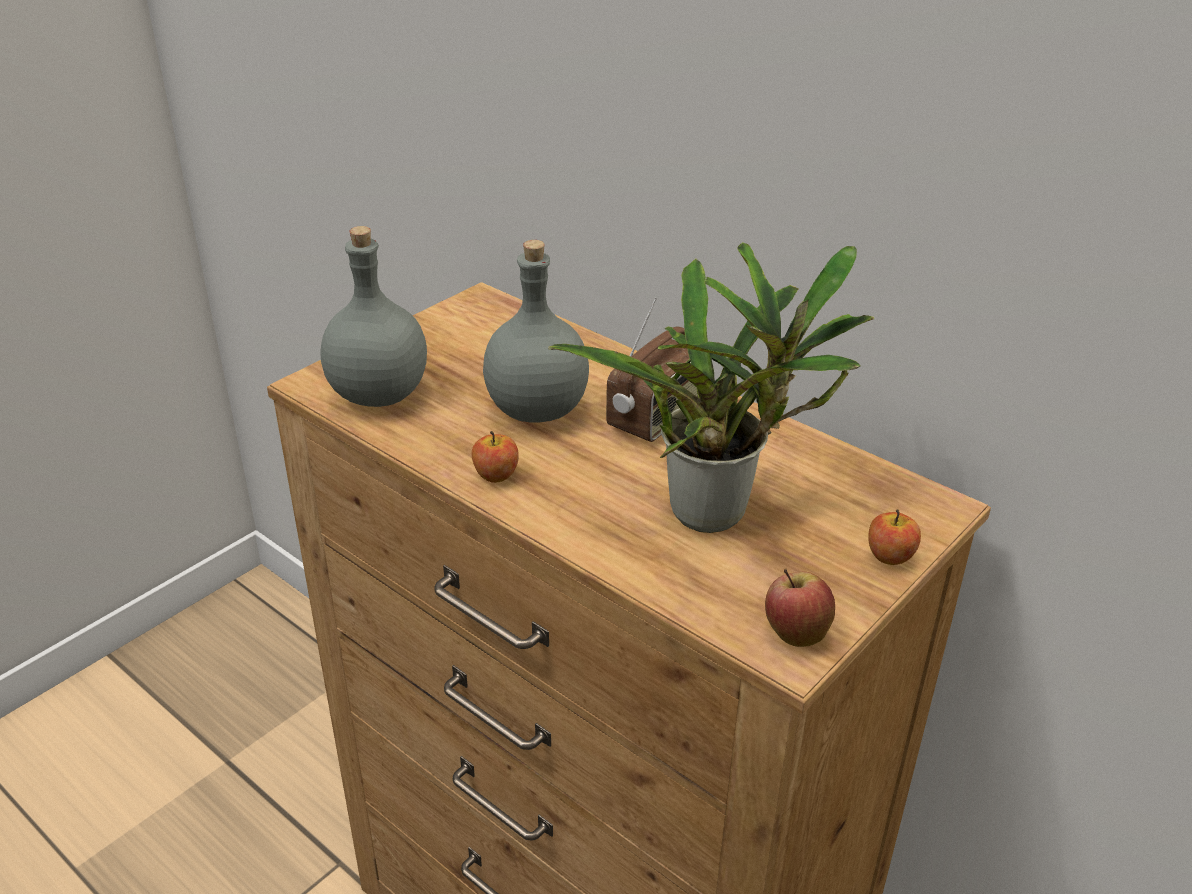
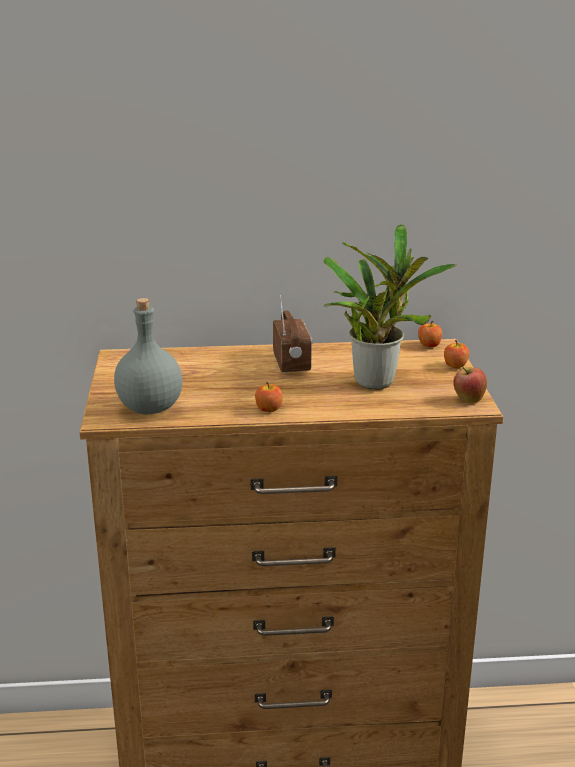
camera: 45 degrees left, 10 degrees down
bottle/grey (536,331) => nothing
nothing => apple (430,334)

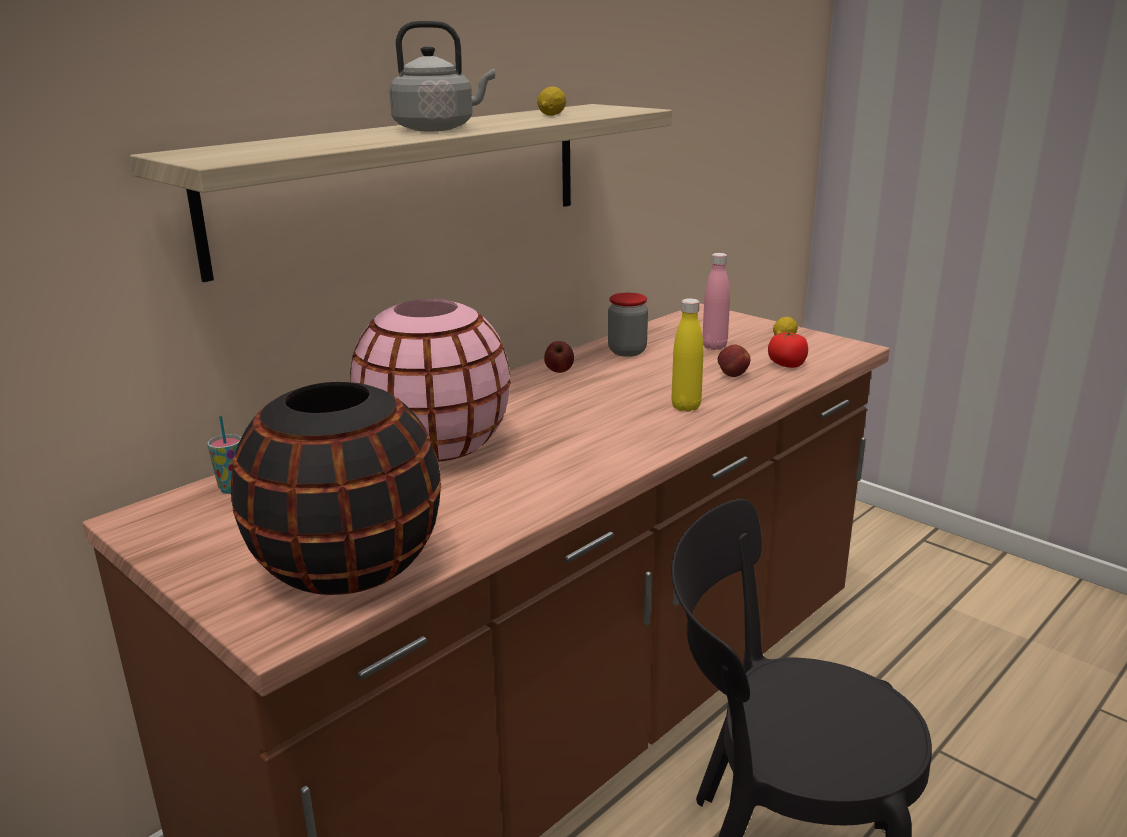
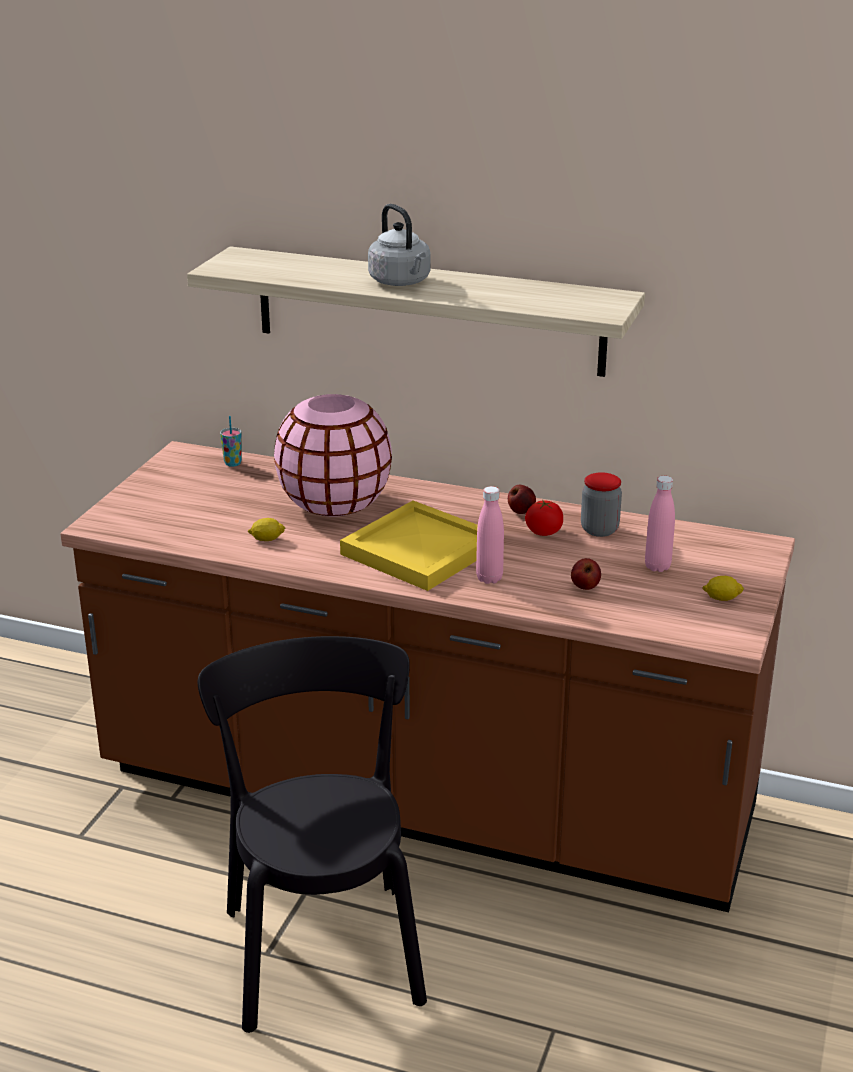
camera: 65 degrees right, 5 degrees up
lemon (552,101) => lemon (266,529), move
bottle/yellow (688,355) => bottle/pink (490,535)
tomato (788,350) => tomato (544,518), move
vase/black (336,488) => nothing
nothing => tray/yellow (409,546)

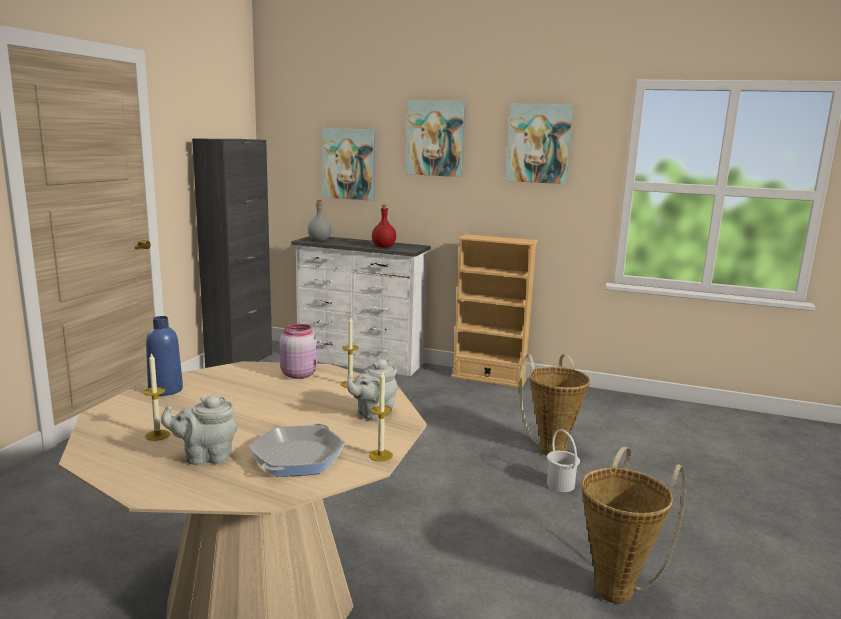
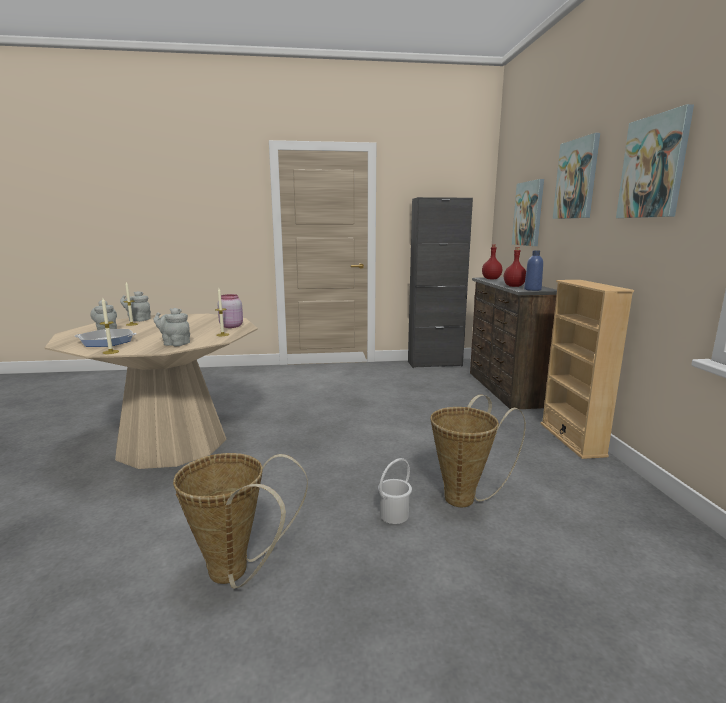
camera: 65 degrees right, 0 degrees up
bottle/grey (319,220) => bottle/red (492,262)
dresser/white (361,306) => dresser/brown (513,343)
bottle/blue (164,356) => bottle/blue (533,270), move
nothing => teapot/grey (135,306)

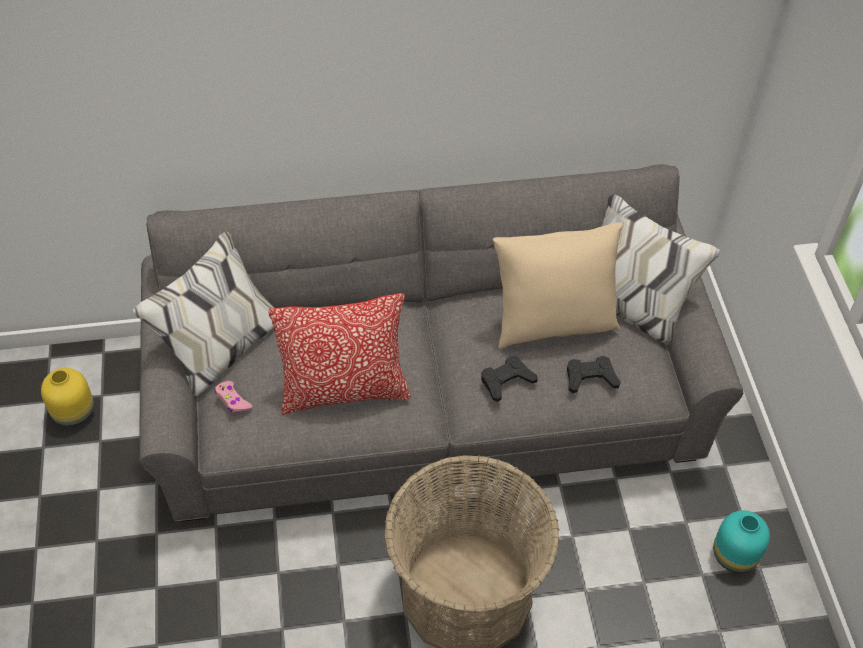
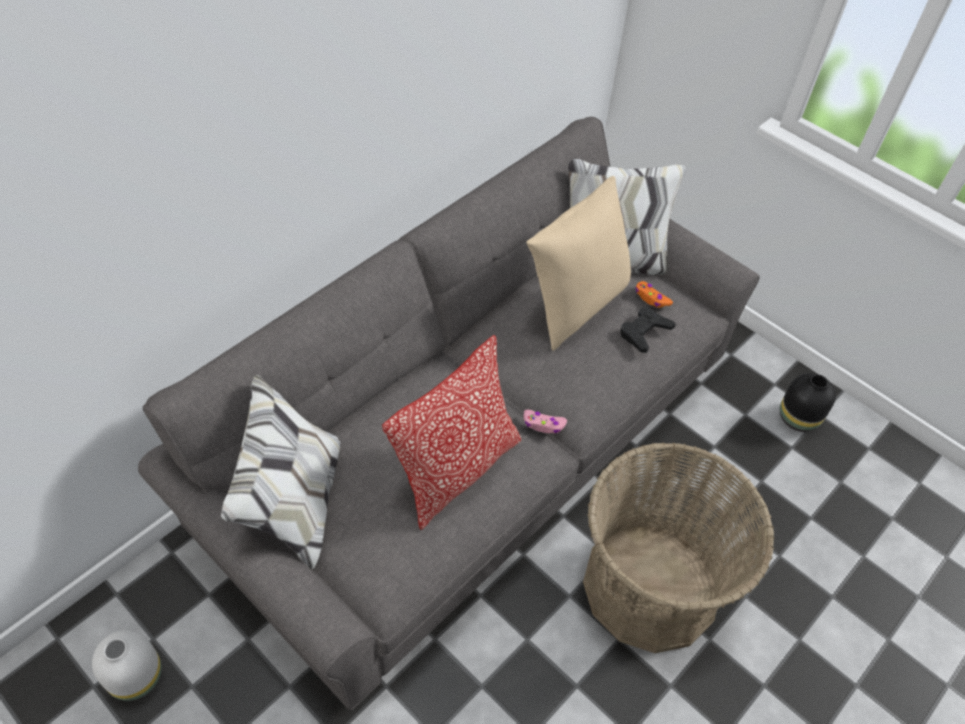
camera: 40 degrees left, 0 degrees up
game controller/black (509,379) => nothing
vase/yellow (67,397) => vase/white (127,665)
game controller/pink (233,397) => game controller/pink (545,421), move
vase/turquoise (741,541) => vase/black (808,402)
nothing => game controller/orange (654,294)

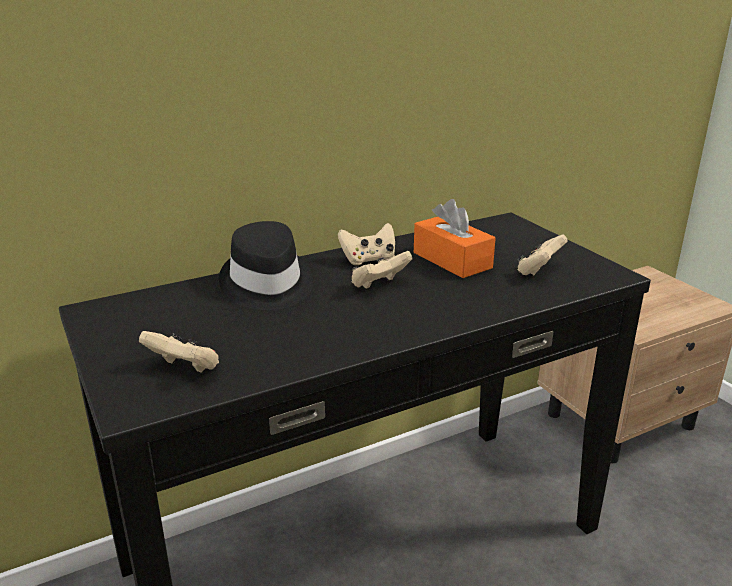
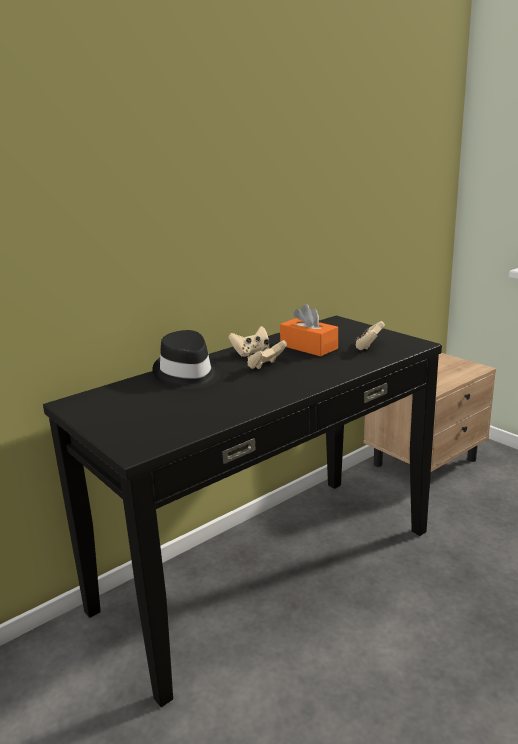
camera: 10 degrees left, 5 degrees down
game controller/beige (179,352) => nothing

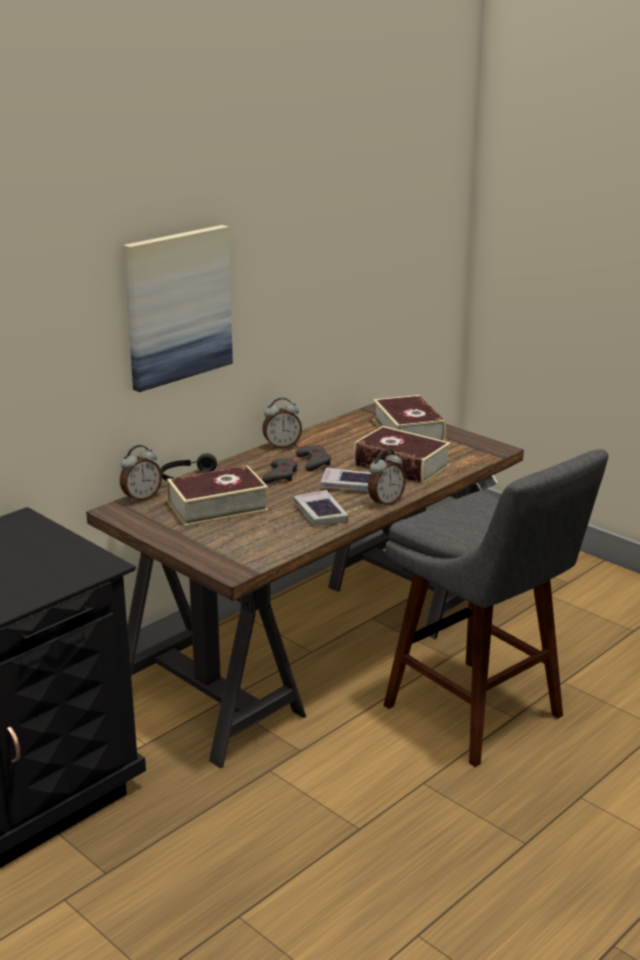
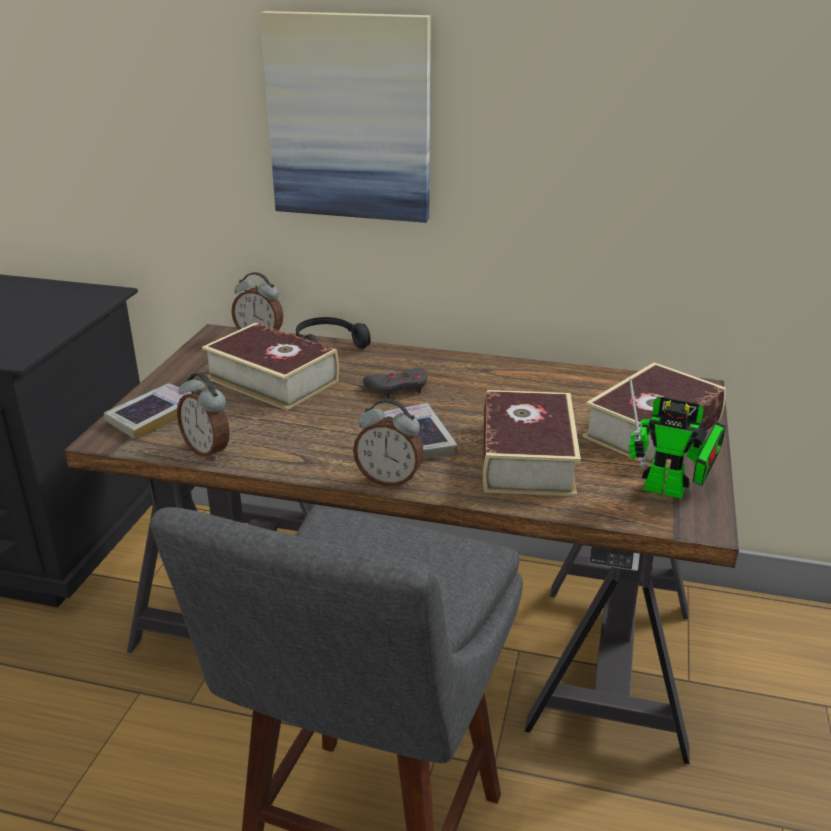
camera: 60 degrees right, 5 degrees up
alarm clock (282,423) => alarm clock (203,416), move
game controller/grey (313,458) => nothing
book (321,508) => book (147,411), move
nothing => toy robot (677,439)

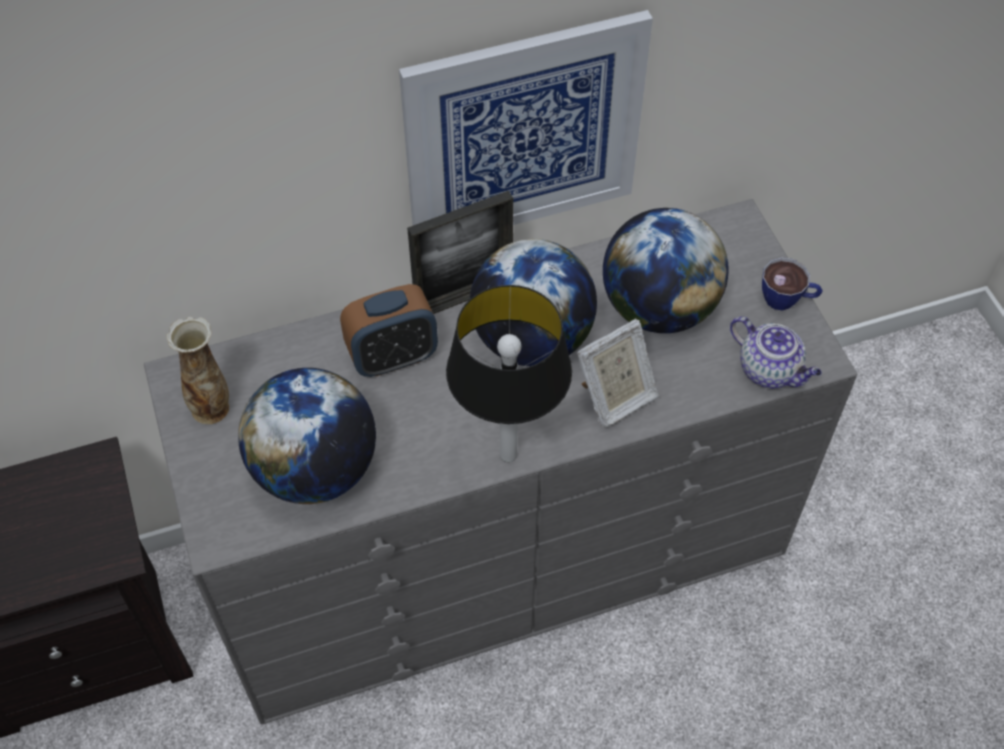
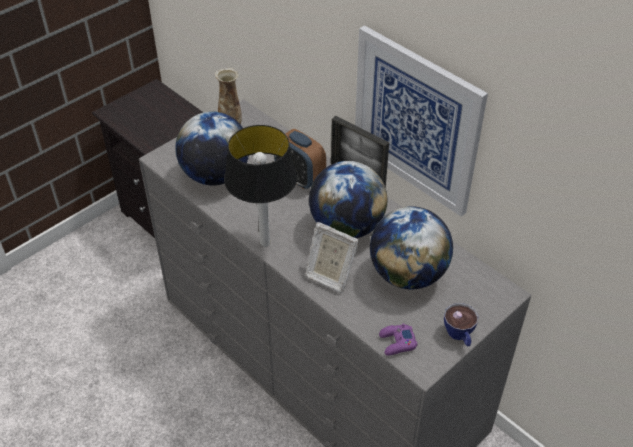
camera: 65 degrees right, 10 degrees down
teapot (776,352) => game controller/purple (398,339)

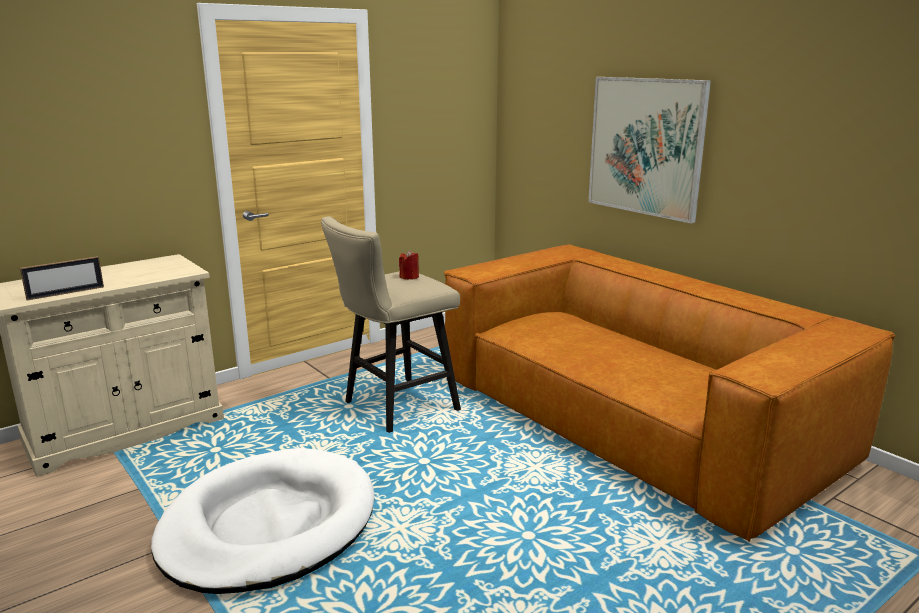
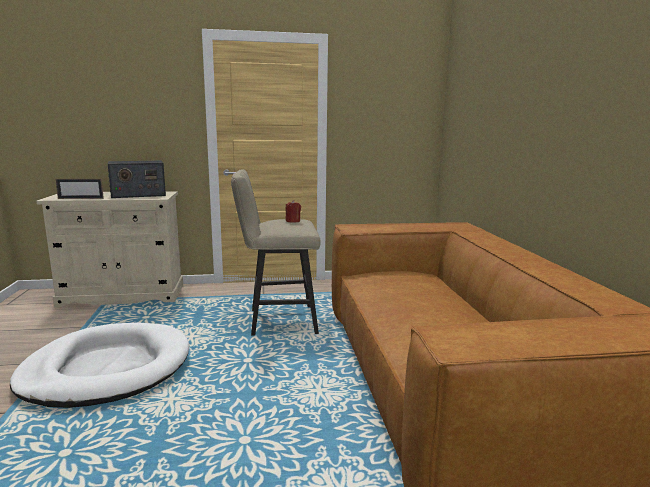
camera: 30 degrees right, 5 degrees down
picture (649,150) => nothing
nothing => radio (137,179)

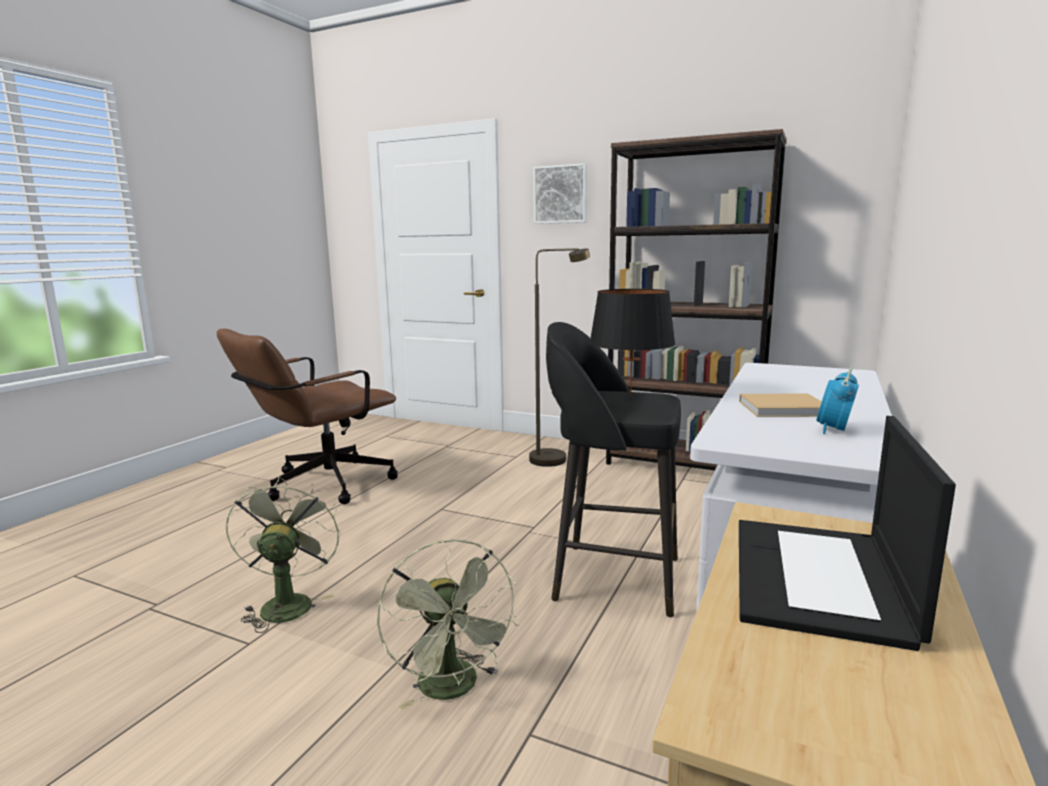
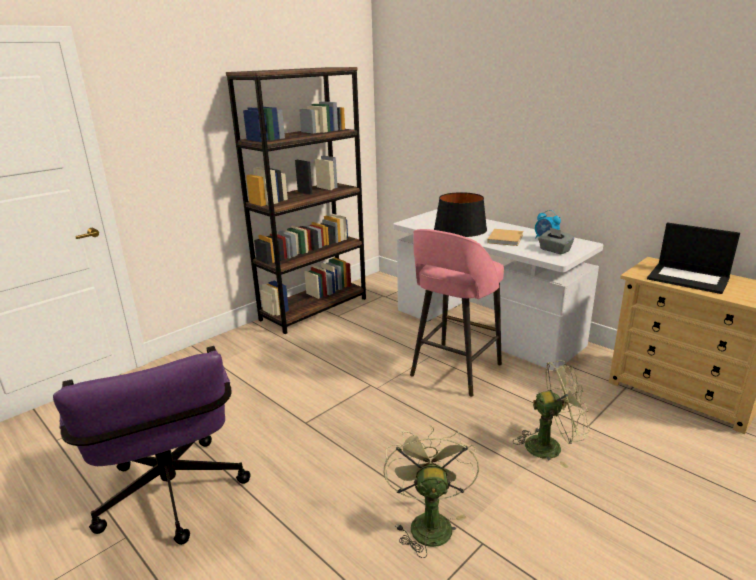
camera: 70 degrees left, 10 degrees up
picture (560,193) => nothing
floor lamp/brown (559,357) => nothing
stool/black (613,469) => stool/pink (457,313)
office chair/brown (307,416) => office chair/purple (152,445)
fan/green (283,555) => fan/green (431,491), 75 degrees clockwise
nothing => tissue box/grey (556,240)

